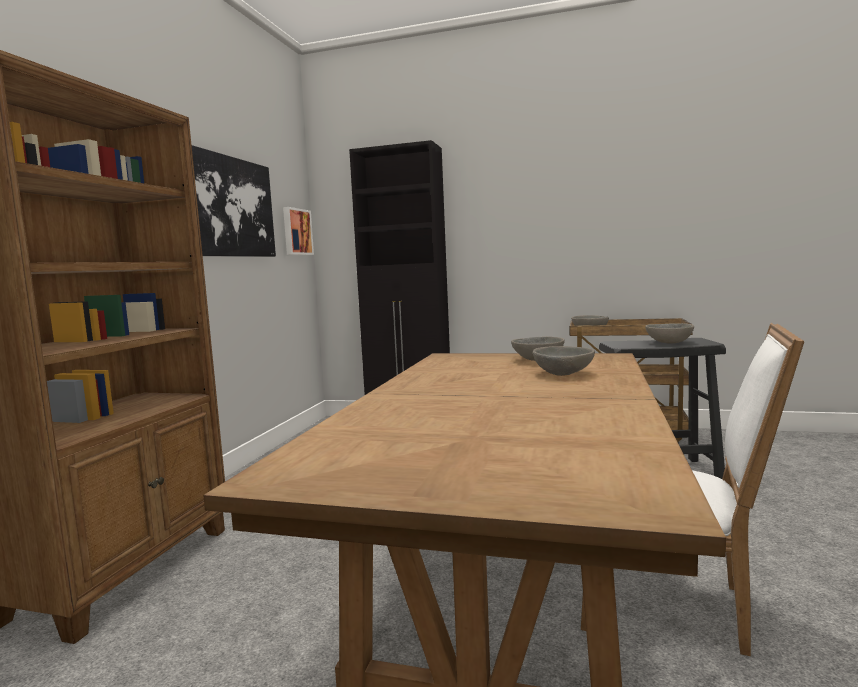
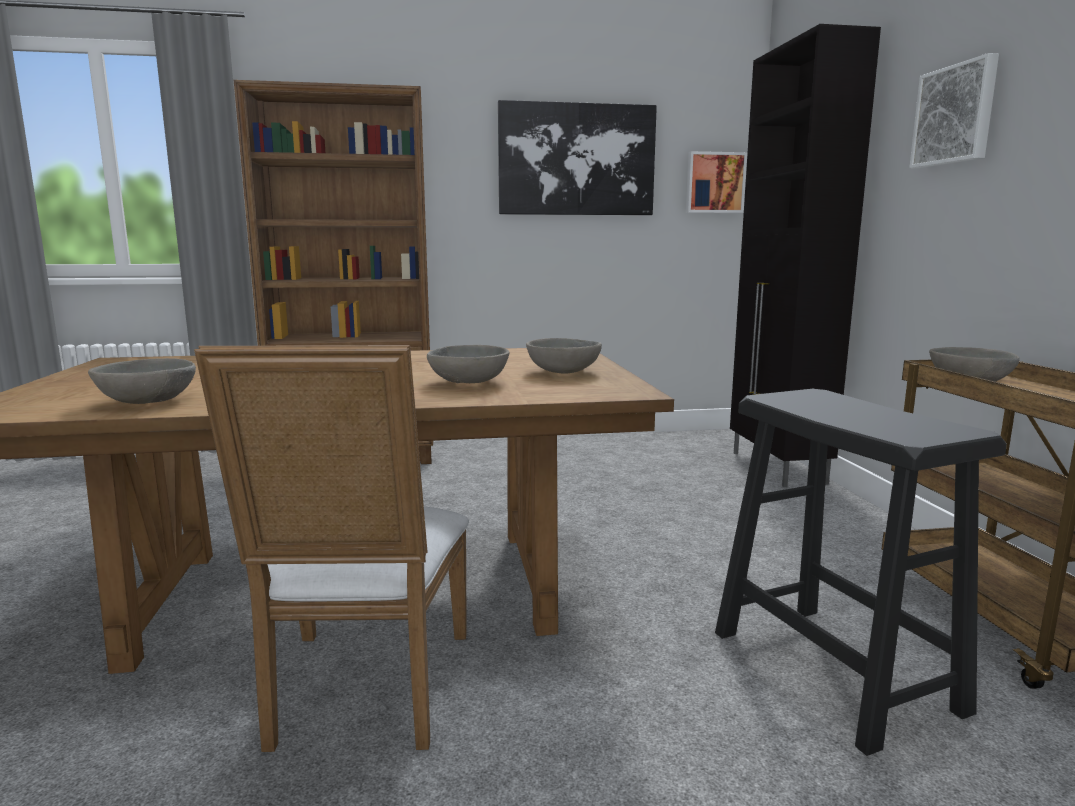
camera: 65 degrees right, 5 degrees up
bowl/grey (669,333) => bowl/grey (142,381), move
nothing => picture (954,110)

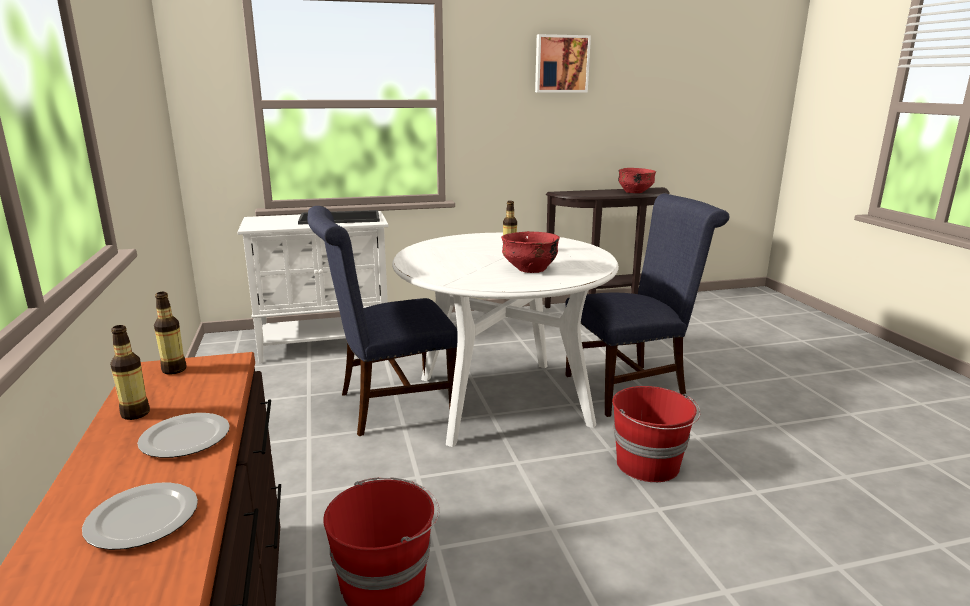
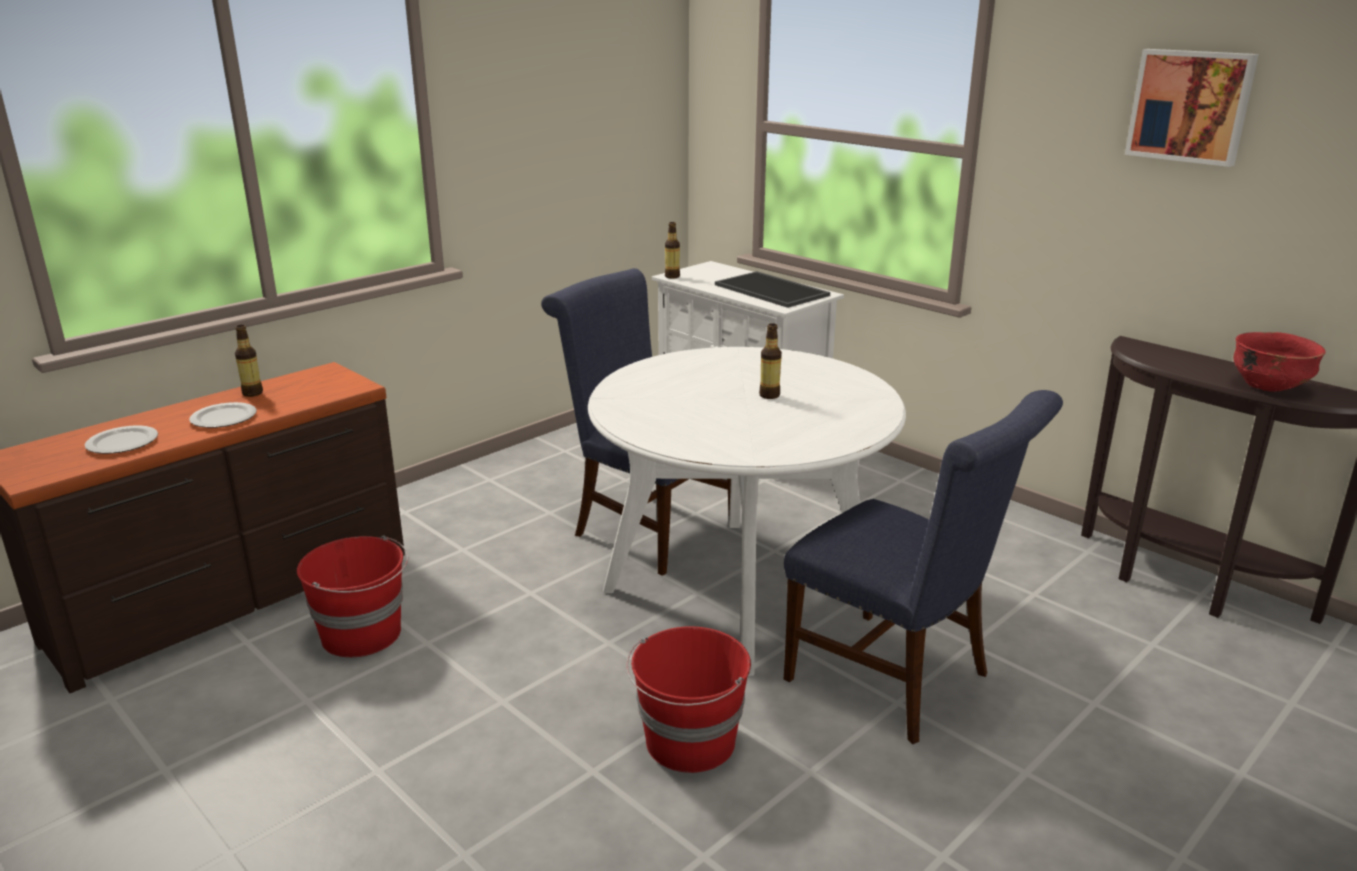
camera: 60 degrees right, 5 degrees up
bowl/red (530,252) => nothing
bottle (170,333) => bottle (672,250), move

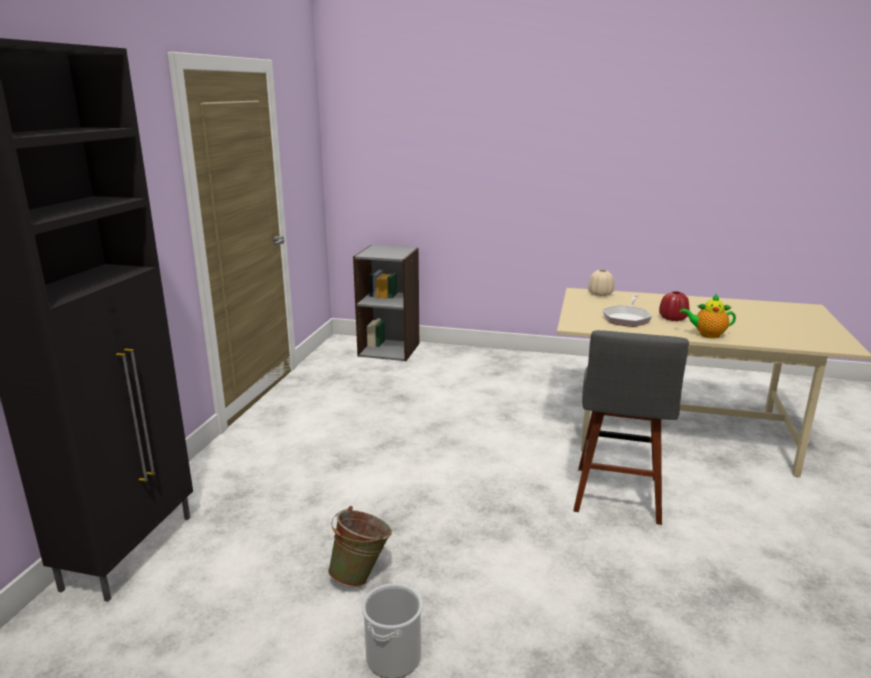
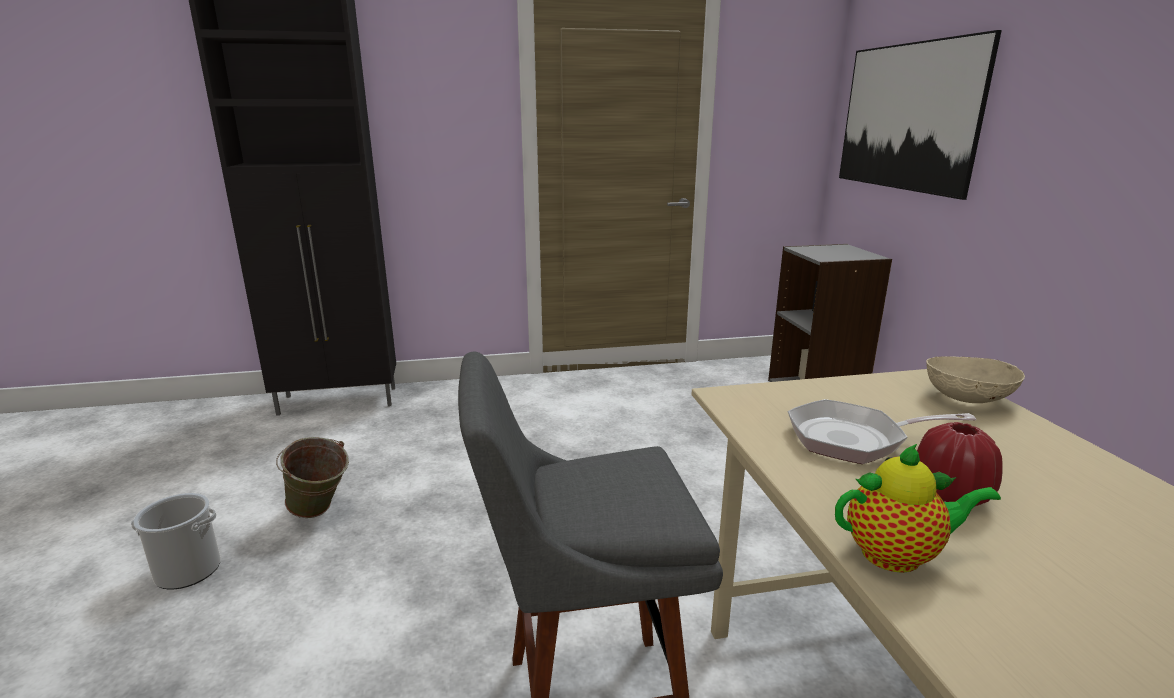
camera: 65 degrees right, 0 degrees up
vase/beige (601,283) => bowl/beige (975,379)
teapot (708,316) => teapot (918,508), 105 degrees clockwise
nothing => picture (920,115)

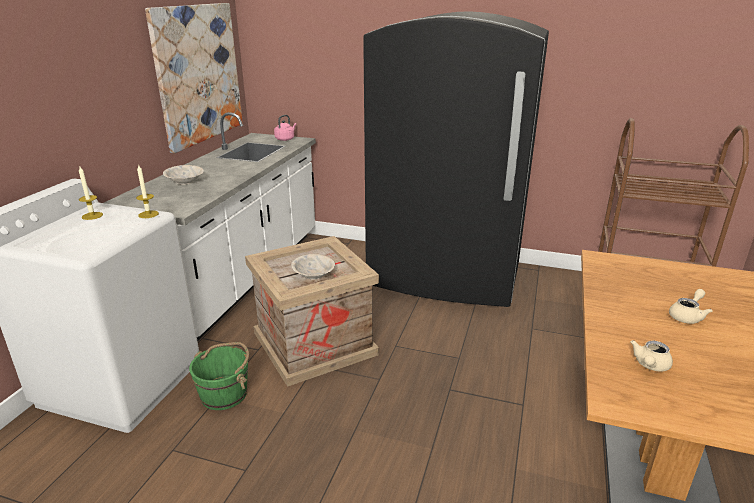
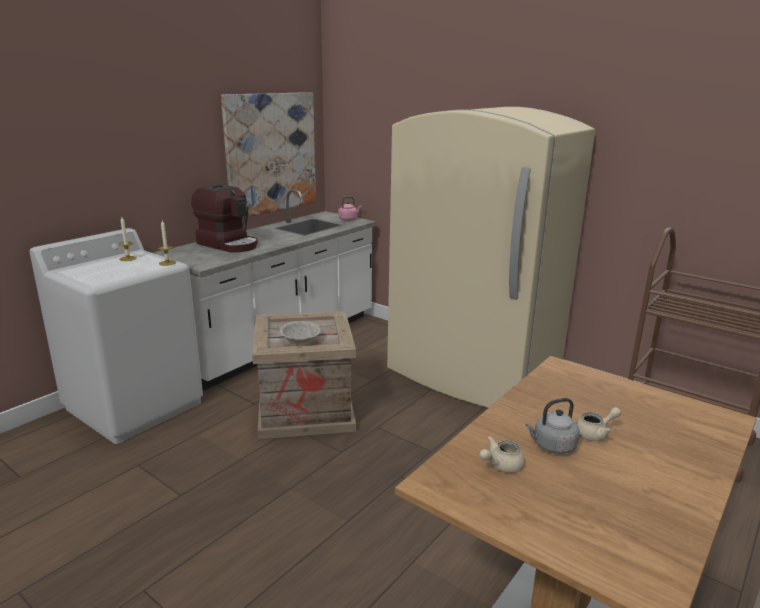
camera: 20 degrees right, 5 degrees down
fridge/black (456,159) => fridge/beige (491,257)
bowl/beige (183,175) => coffee machine (224,218)
bucket/green (219,376) => nothing
nothing => kettle/grey (552,426)

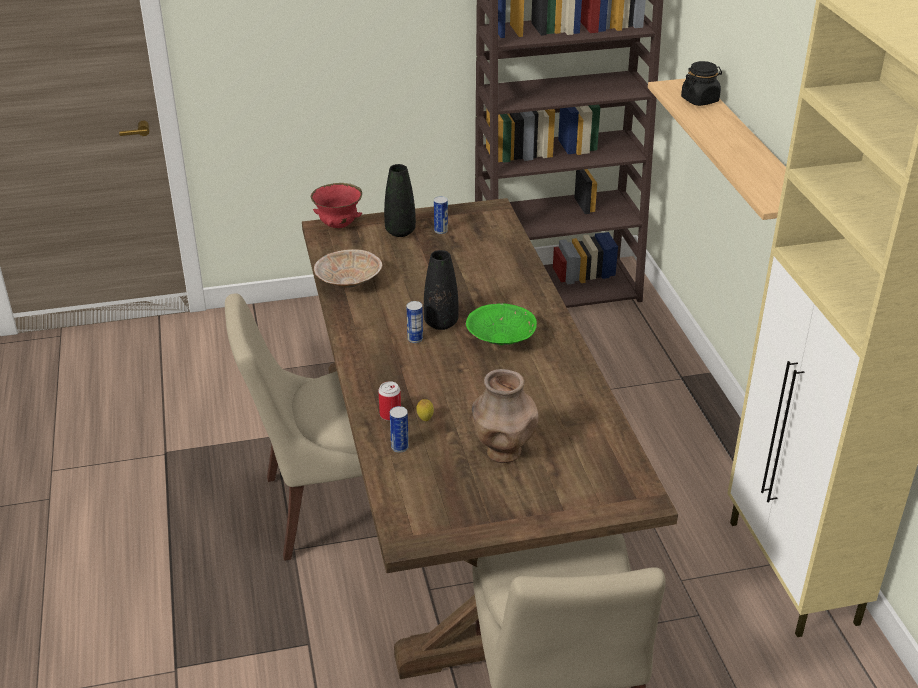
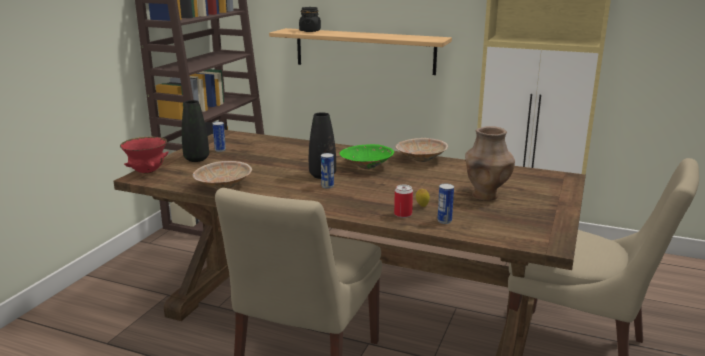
camera: 55 degrees left, 15 degrees down
nothing => bowl/beige (421,150)

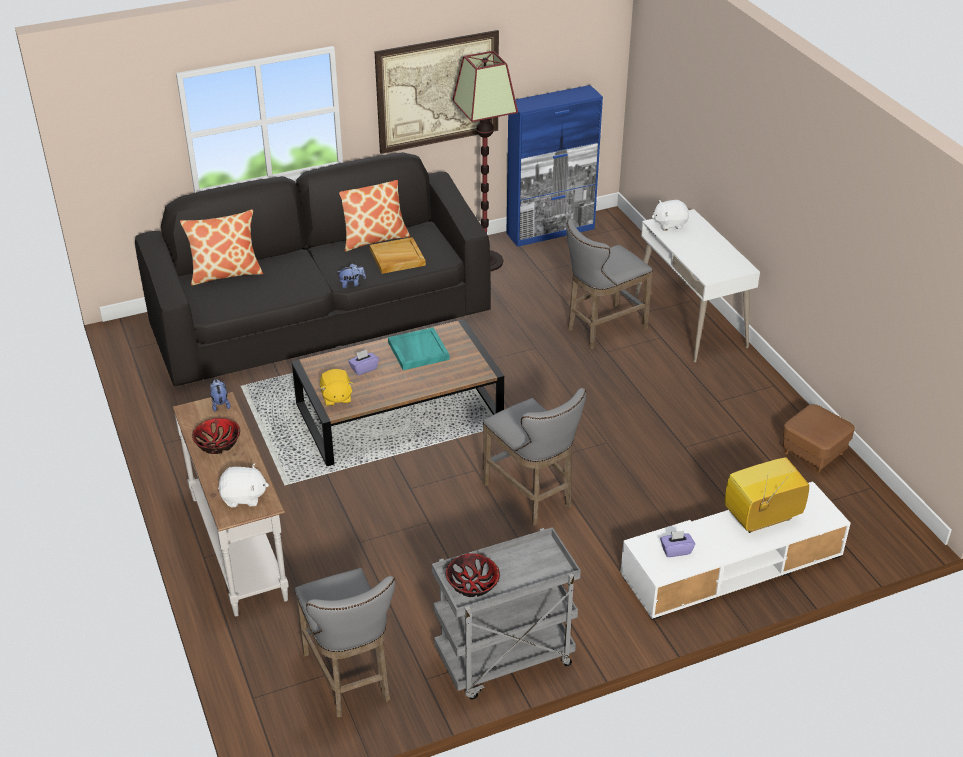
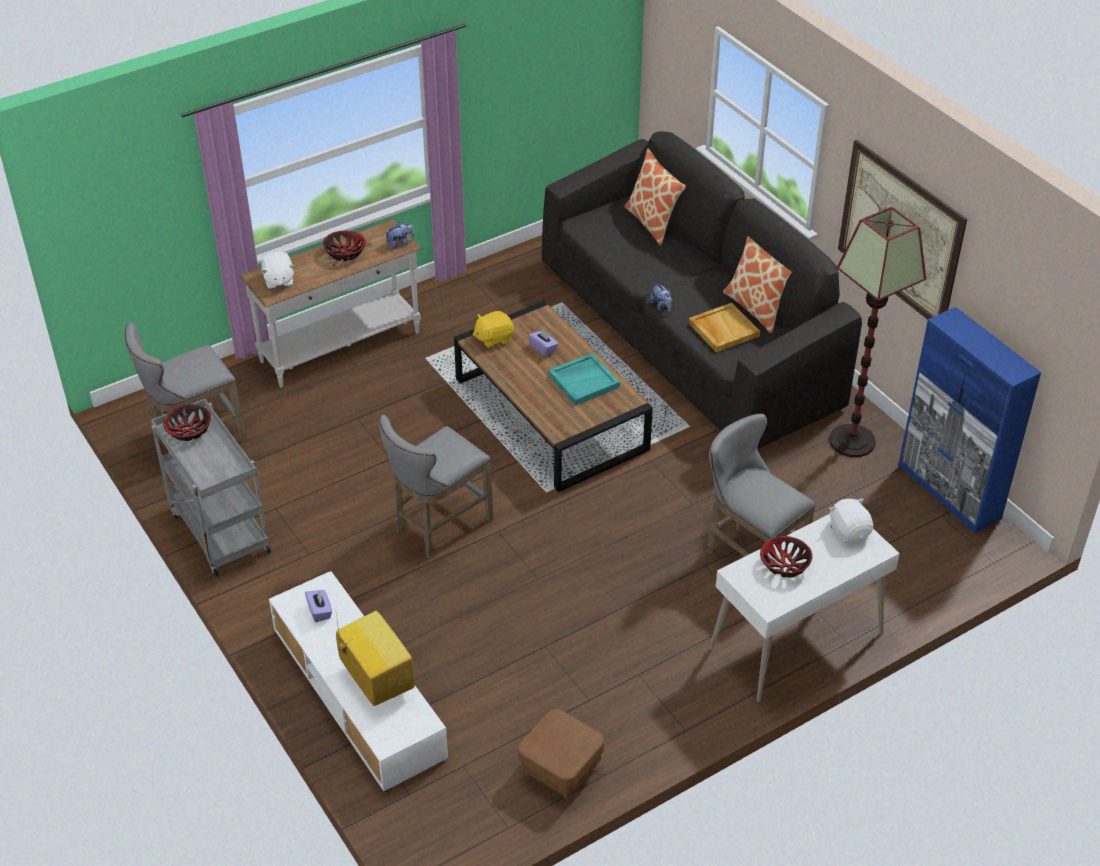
camera: 80 degrees right, 5 degrees up
nothing => bowl (786,557)

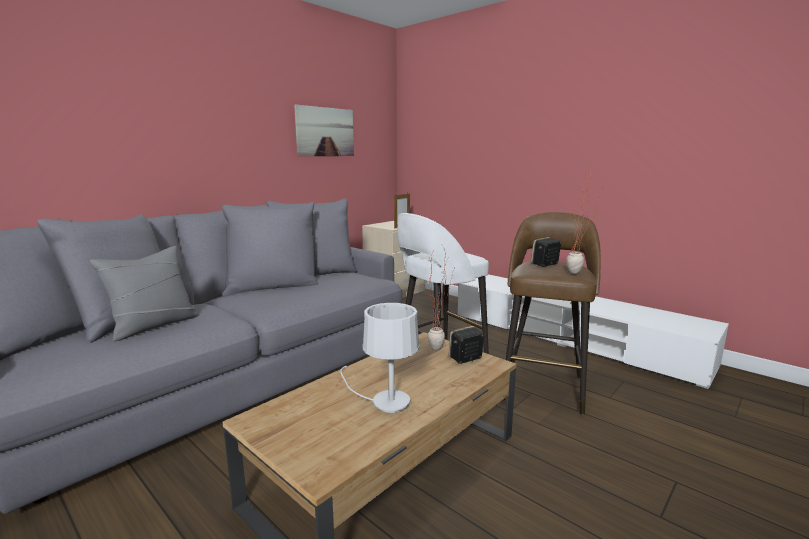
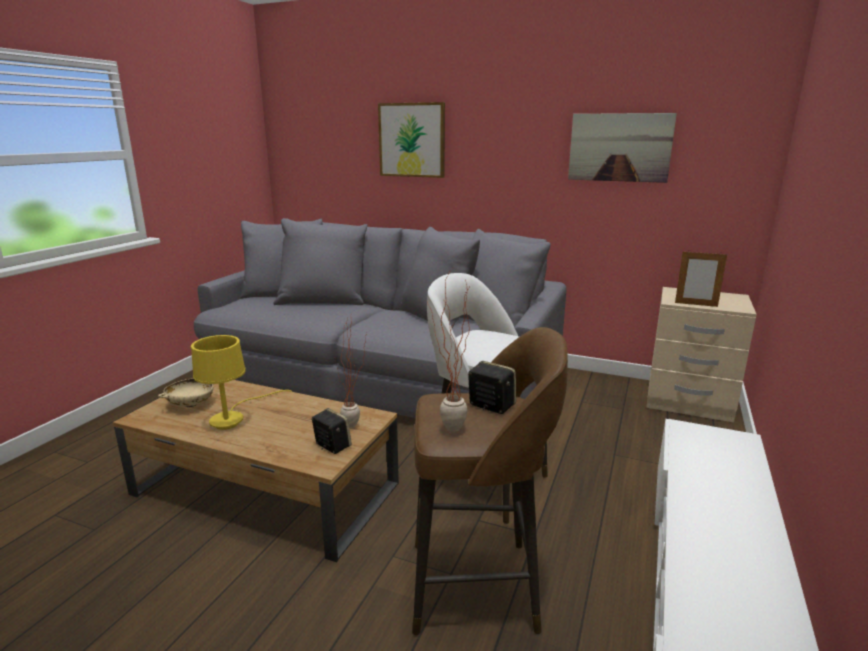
camera: 70 degrees right, 5 degrees up
pillow/grey (144,293) => nothing
table lamp/white (380,358) => table lamp/yellow (241,382)
nothing => picture (411,140)
nothing => bowl/beige (186,392)

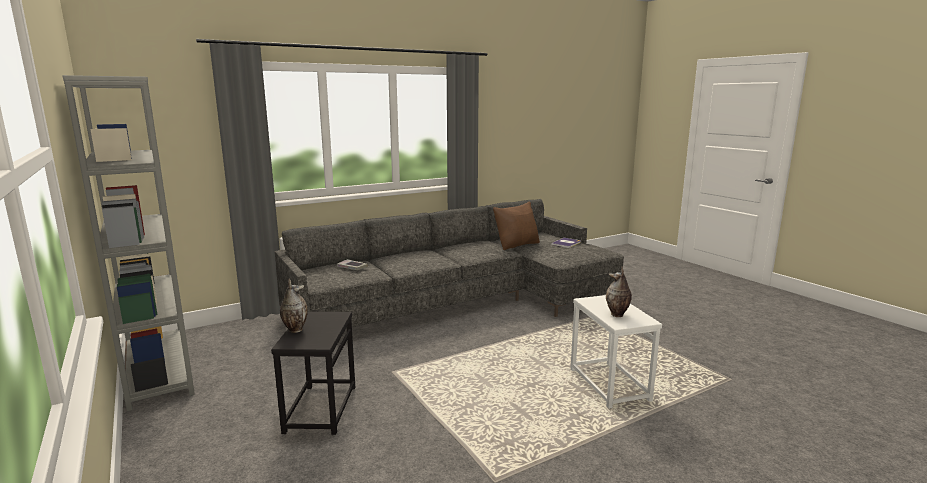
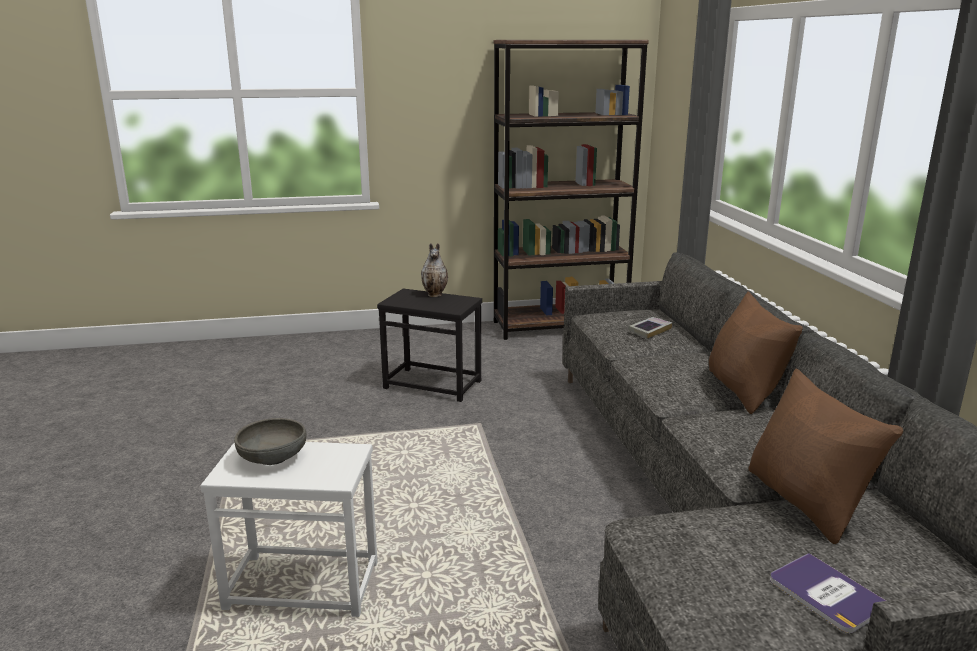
camera: 110 degrees right, 5 degrees up
bookcase/grey (128,243) => bookcase/brown (571,190)
vase (619,291) => bowl/grey (270,441)
nothing => pillow/brown (756,353)

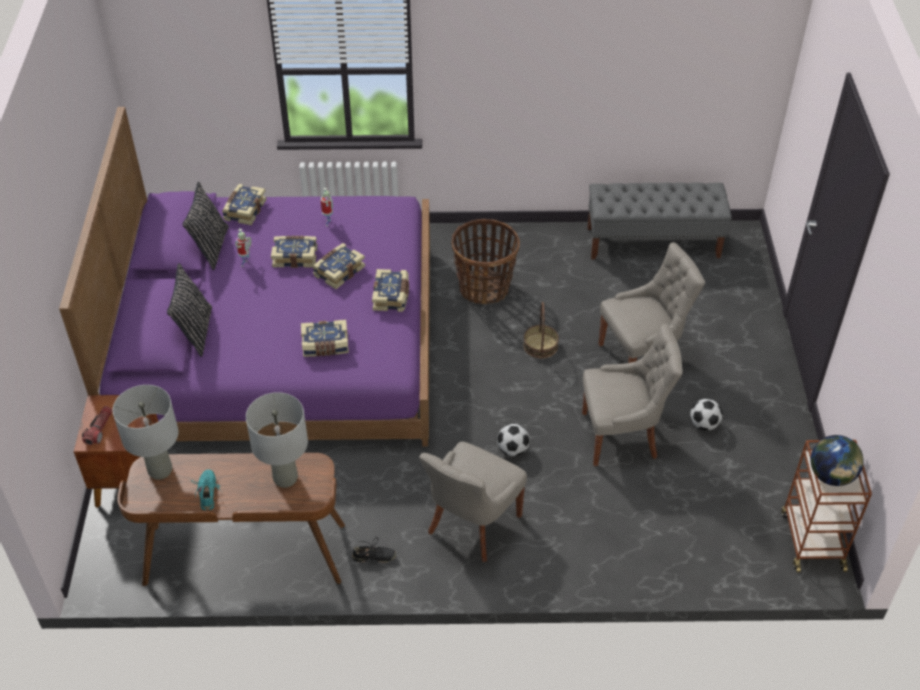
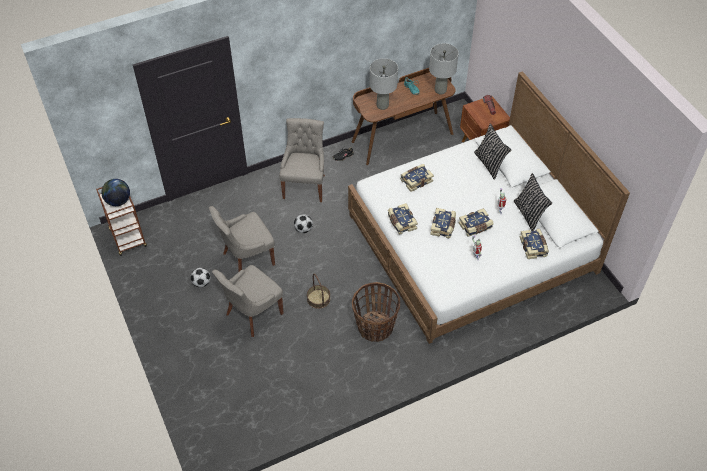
camera: 155 degrees right, 5 degrees up
bed/purple (244,276) => bed/white (489,207)
bench/grey (660,220) => nothing

